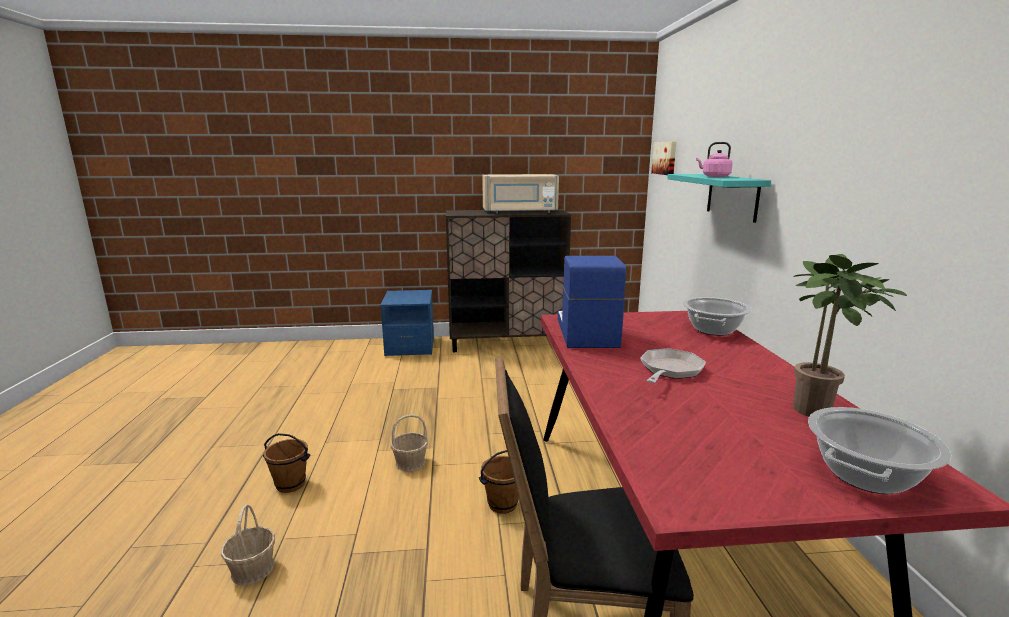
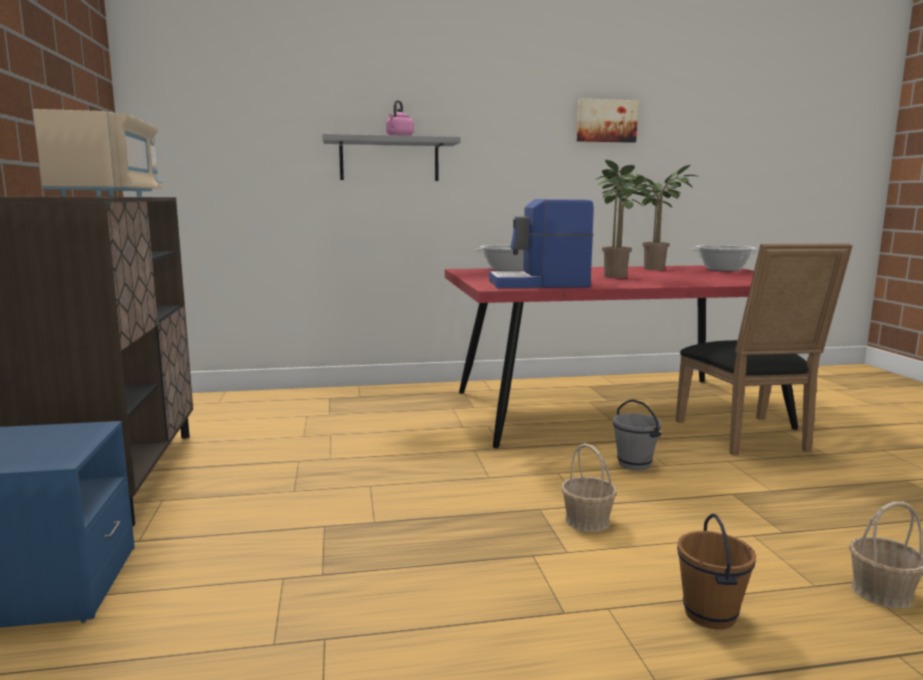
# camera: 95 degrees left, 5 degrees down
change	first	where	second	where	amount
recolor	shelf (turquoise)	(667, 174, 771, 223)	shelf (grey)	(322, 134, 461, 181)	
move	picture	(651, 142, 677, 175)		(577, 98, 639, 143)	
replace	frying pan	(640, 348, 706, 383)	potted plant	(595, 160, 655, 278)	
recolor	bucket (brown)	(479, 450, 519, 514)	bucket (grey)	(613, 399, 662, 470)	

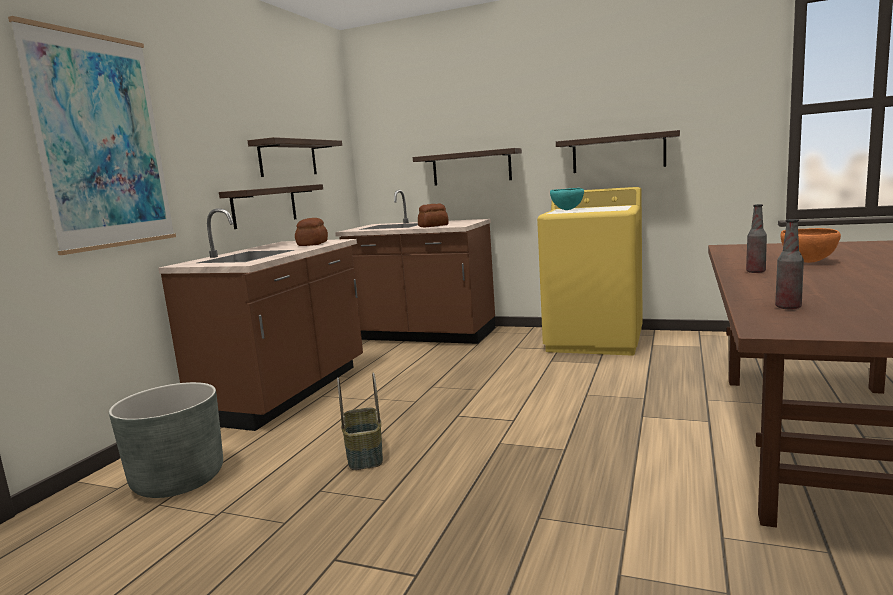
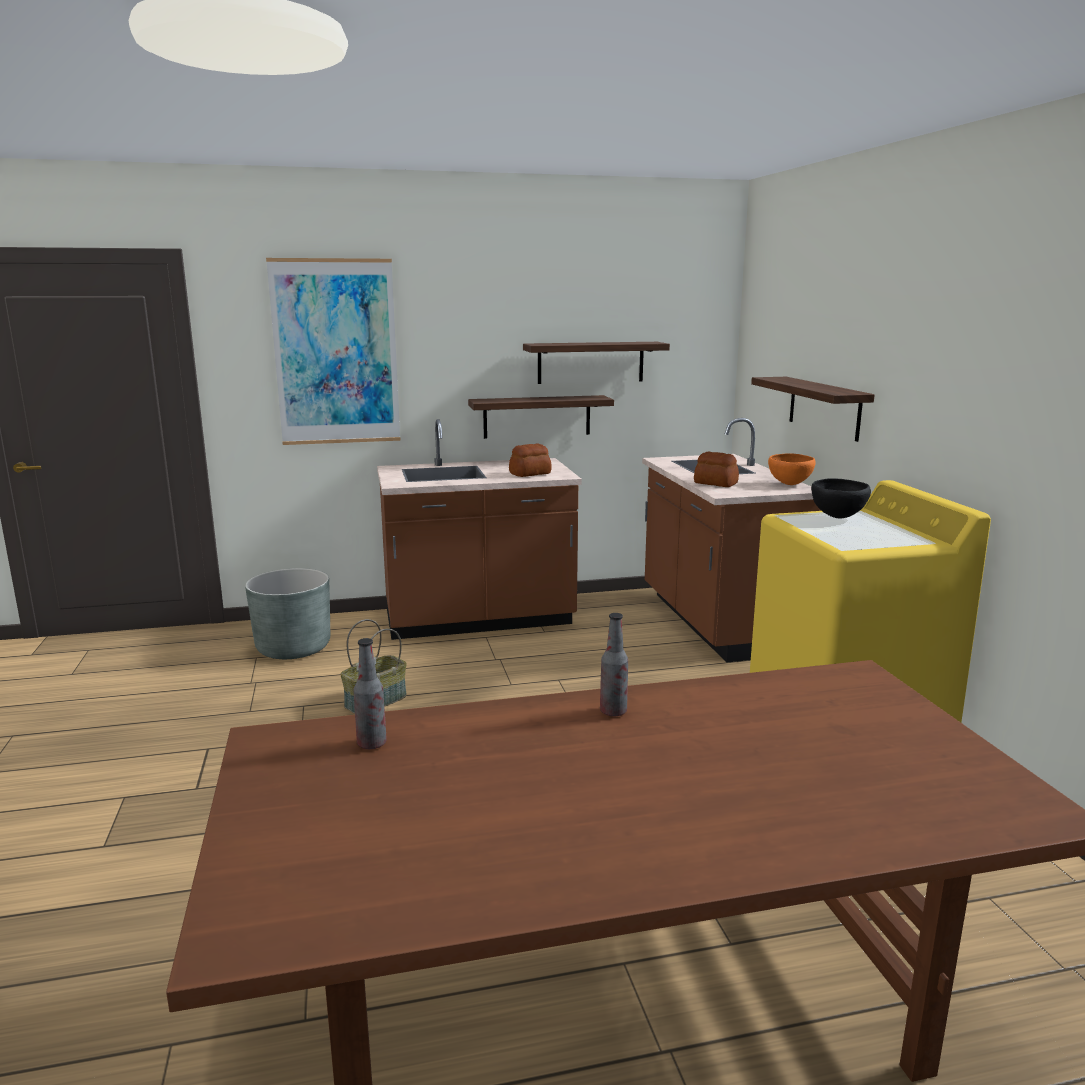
# camera: 55 degrees right, 5 degrees up
change	first	where	second	where	amount
move	bowl (orange)	(780, 228, 841, 263)		(768, 453, 816, 485)	
recolor	bowl (turquoise)	(550, 188, 584, 210)	bowl (black)	(811, 478, 871, 519)	
delete	shelf	(556, 130, 680, 173)			

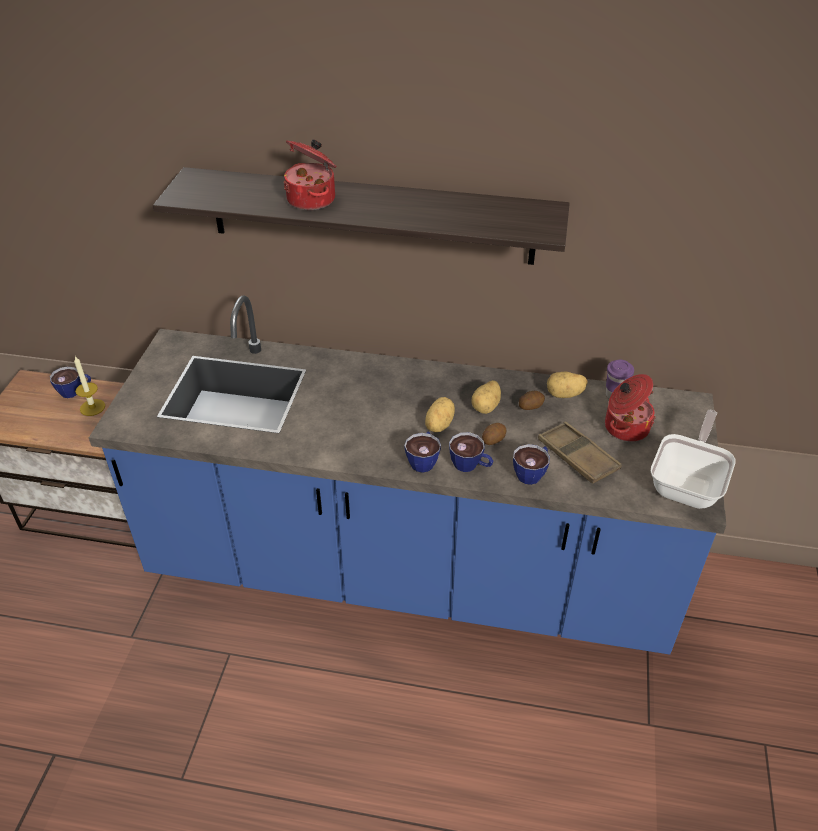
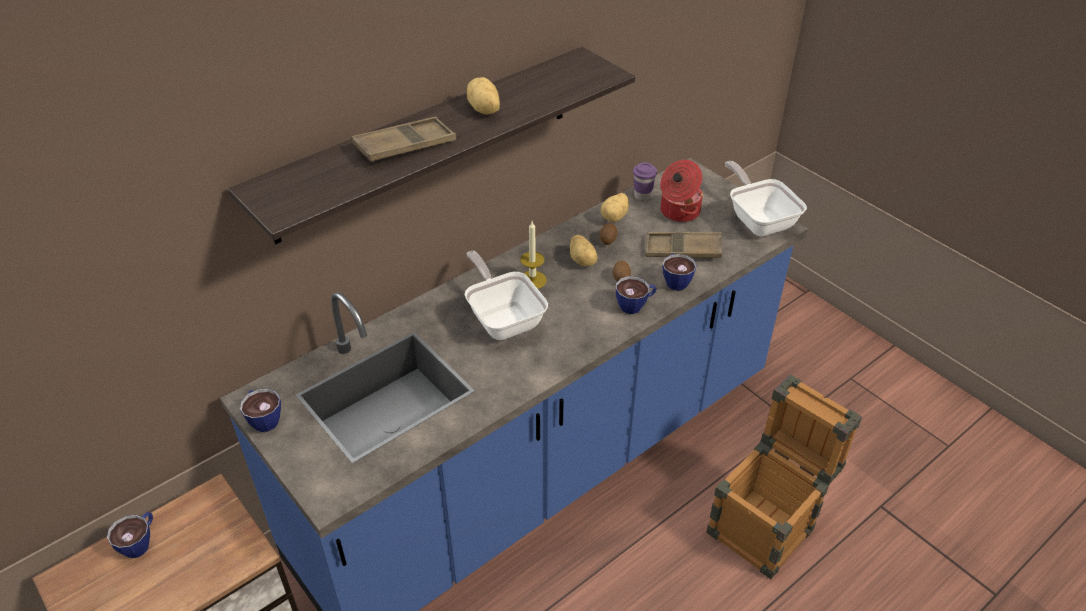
# camera: 50 degrees left, 0 degrees up
change	first	where	second	where	amount
move	cup	(404, 431, 441, 473)		(240, 389, 281, 432)	
replace	cooking pot	(284, 139, 337, 210)	tray (brown)	(351, 117, 456, 162)	
insert			frying pan	(465, 251, 548, 340)	
move	potato	(425, 397, 455, 432)		(467, 77, 500, 115)	
move	candle	(74, 356, 105, 416)		(520, 221, 547, 289)	
insert			crate	(706, 374, 862, 579)	

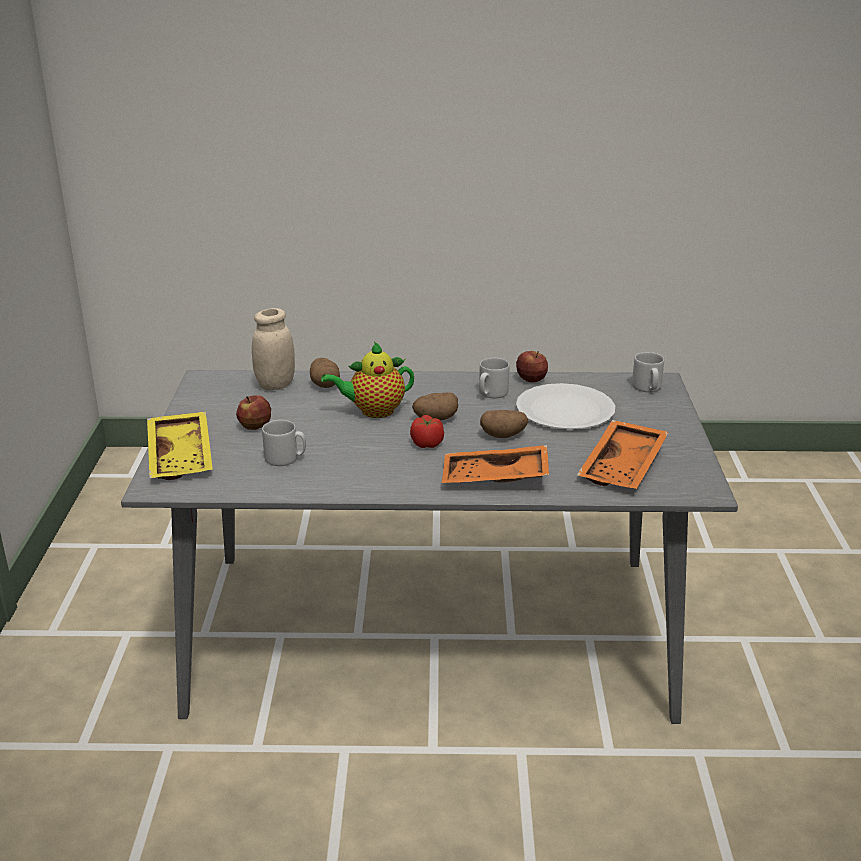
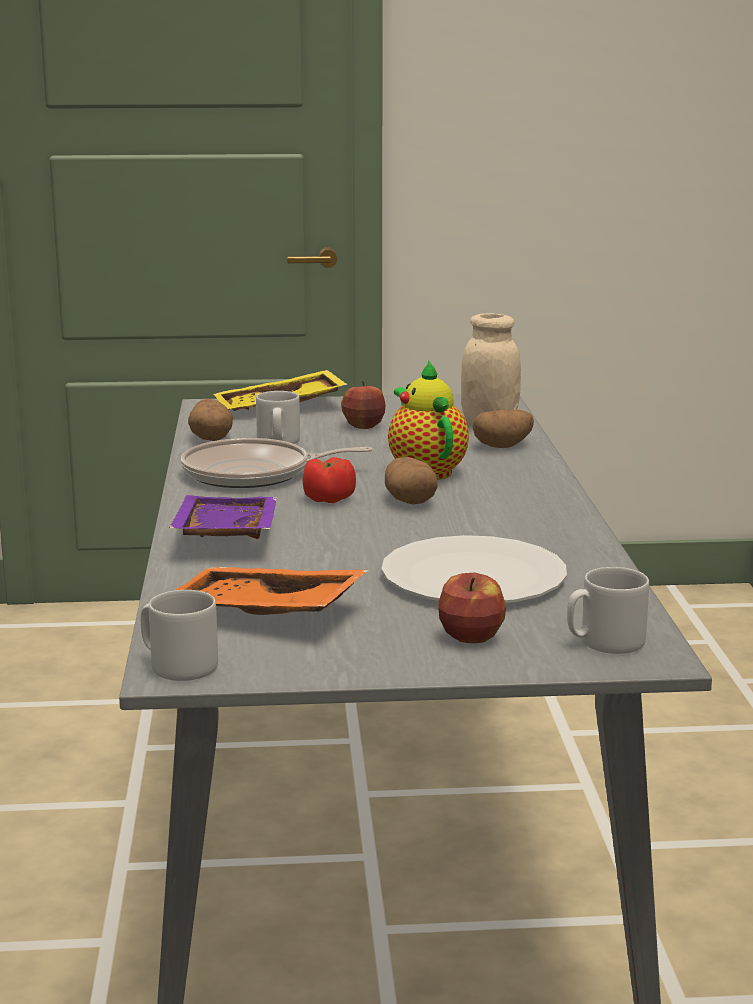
# camera: 85 degrees right, 10 degrees down
change	first	where	second	where	amount
move	mug (grey)	(479, 358, 510, 398)		(141, 590, 218, 681)	
recolor	tray (orange)	(442, 445, 549, 483)	tray (purple)	(169, 495, 277, 539)	
insert			frying pan	(181, 438, 373, 488)	
move	potato	(480, 410, 528, 438)		(188, 399, 233, 441)	
move	apple	(516, 351, 548, 383)		(438, 573, 506, 643)	

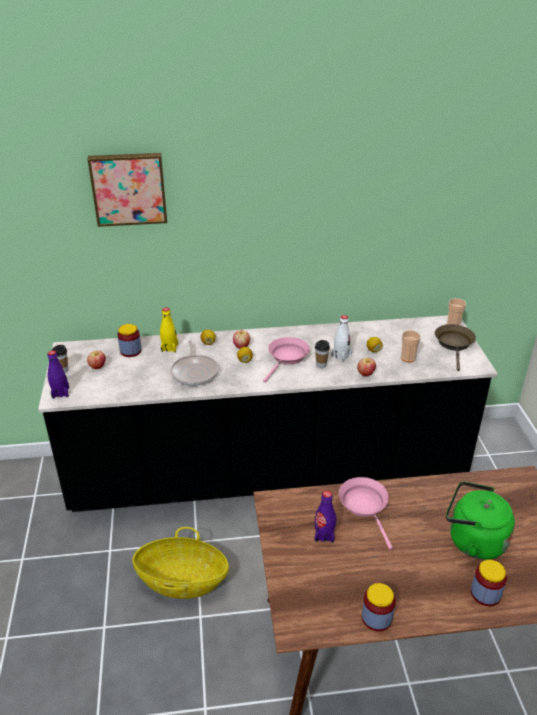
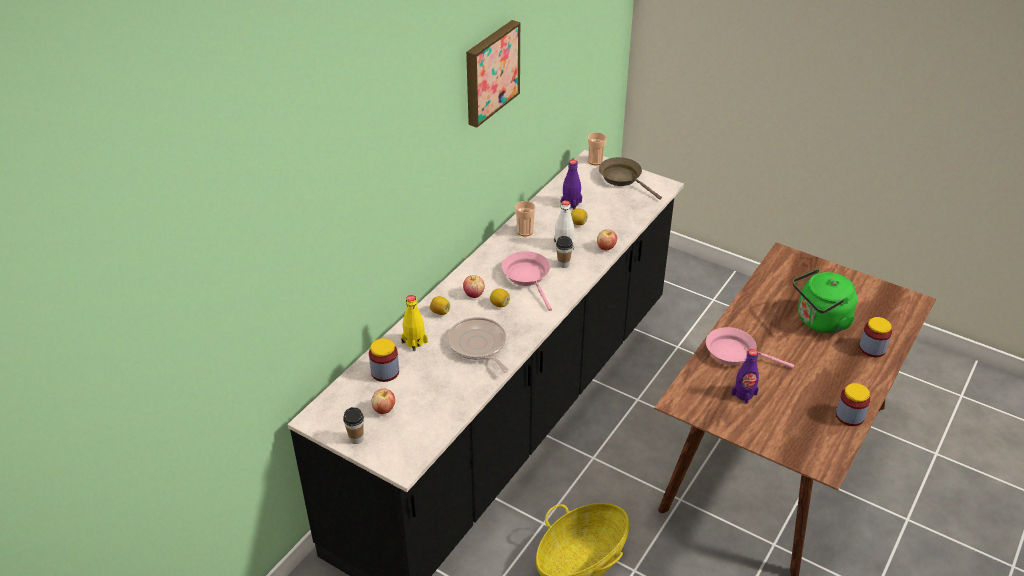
# camera: 50 degrees left, 5 degrees up
change	first	where	second	where	amount
rotate	frying pan	(170, 340, 219, 386)		(448, 317, 508, 372)	150 degrees counterclockwise
move	picture	(88, 153, 167, 227)		(466, 20, 520, 128)	
move	cup	(401, 330, 421, 362)		(515, 201, 536, 237)	
move	bottle (purple)	(47, 350, 69, 399)		(561, 160, 582, 210)	

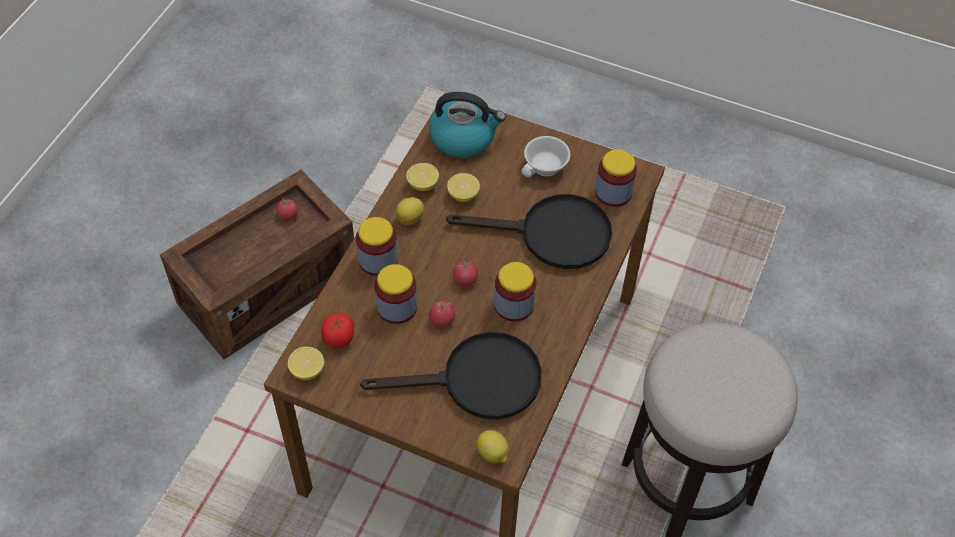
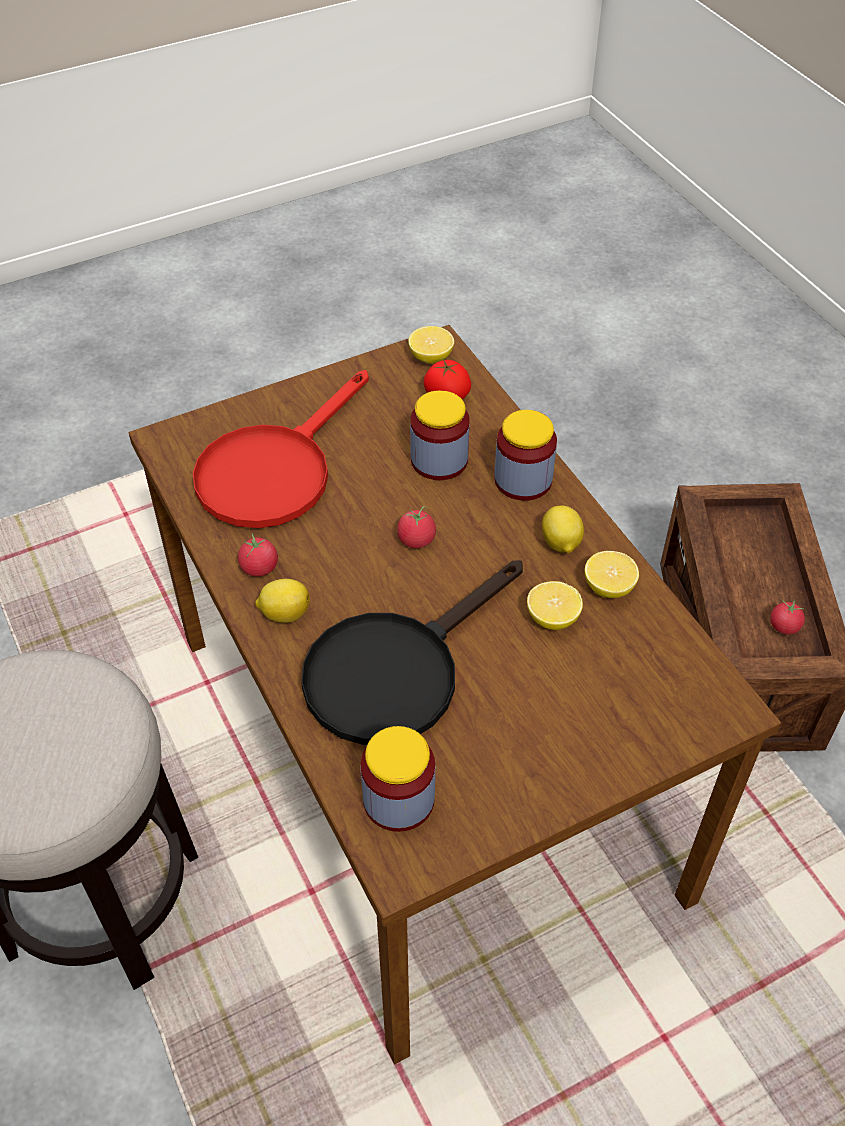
# camera: 130 degrees right, 5 degrees down
change	first	where	second	where	amount
recolor	frying pan (black)	(360, 332, 542, 420)	frying pan (red)	(193, 370, 369, 528)	
move	tomato	(429, 301, 456, 327)		(238, 533, 278, 576)	
move	lemon	(476, 430, 509, 464)		(255, 579, 310, 623)	
delete	kettle	(429, 92, 506, 158)			
delete	jar	(494, 262, 536, 321)			
delete	cup (white)	(522, 136, 570, 178)			

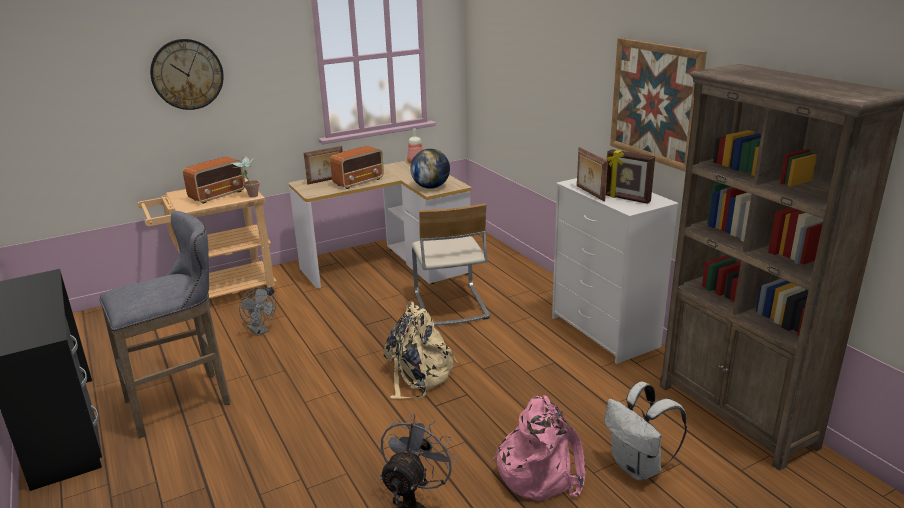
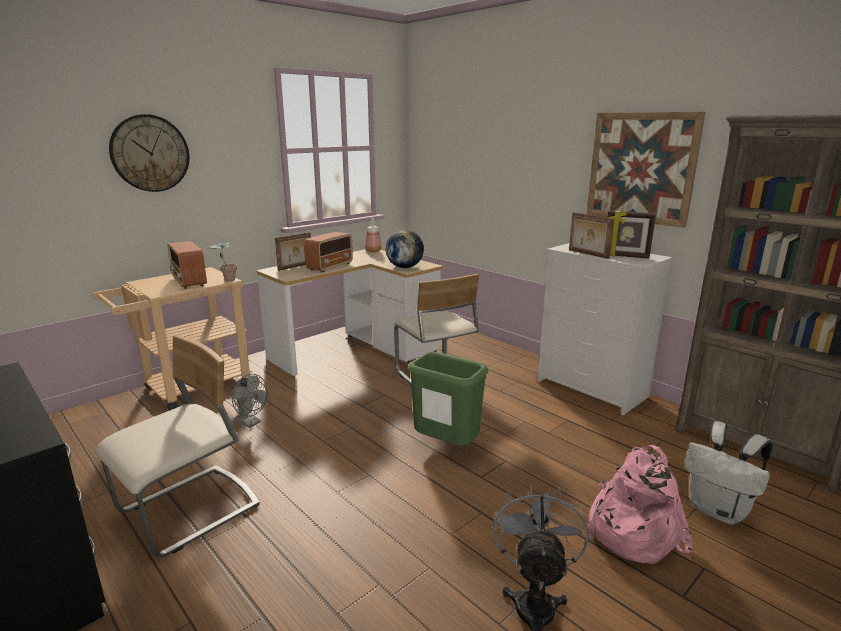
# camera: 15 degrees left, 5 degrees down
change	first	where	second	where	amount
replace	stool (grey)	(99, 211, 231, 438)	chair (beige)	(96, 335, 260, 557)	
rotate	radio	(183, 157, 245, 204)		(168, 241, 207, 289)	120 degrees clockwise
replace	backpack (beige)	(384, 301, 458, 399)	trash can (green)	(408, 351, 489, 446)	

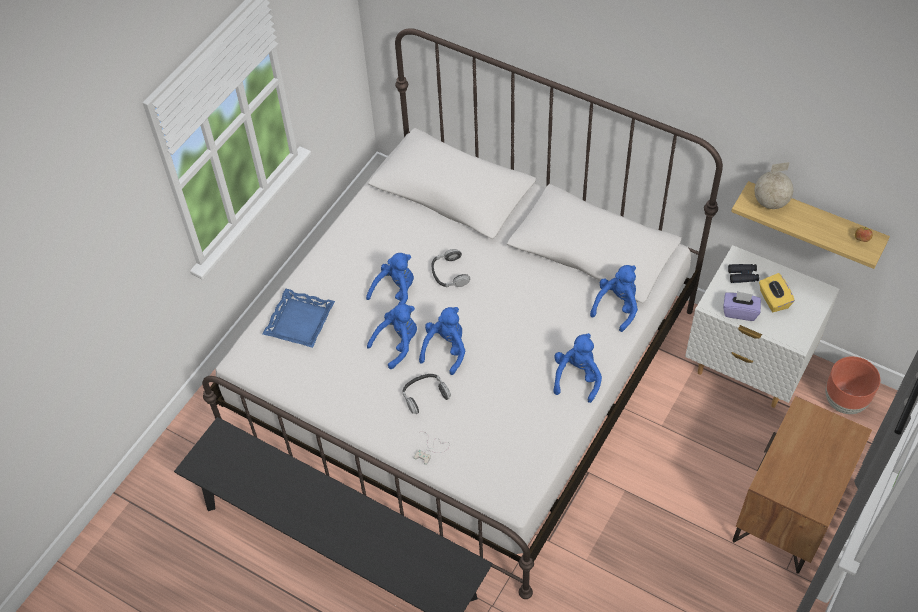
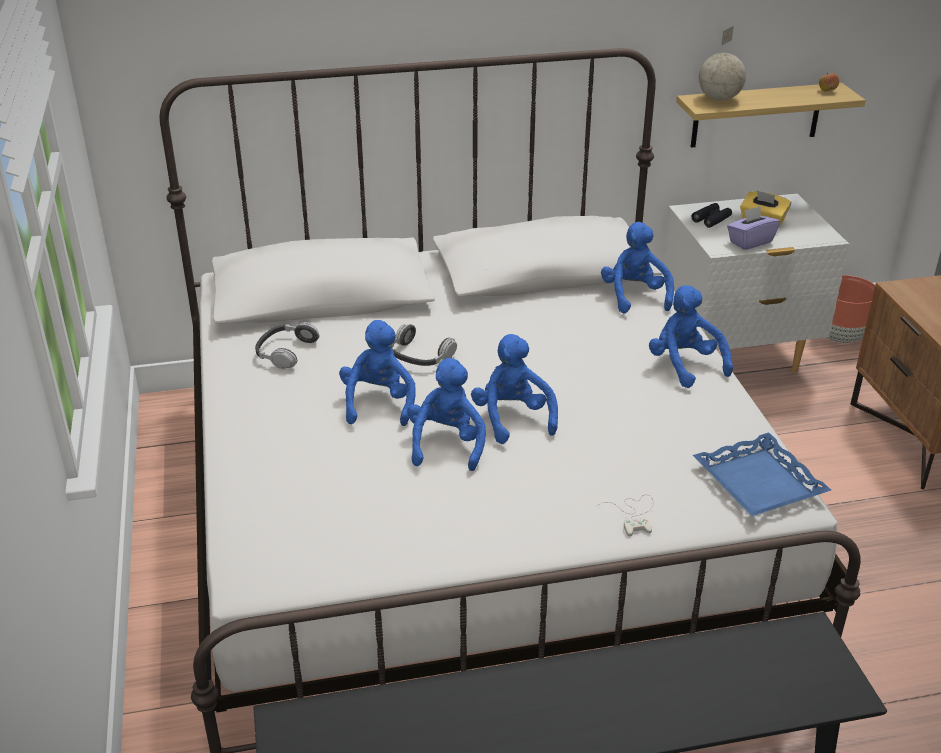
# camera: 45 degrees left, 20 degrees down
change	first	where	second	where	amount
move	headphones	(402, 374, 451, 414)		(255, 322, 319, 370)	
move	tray (blue)	(262, 288, 335, 348)		(693, 433, 831, 516)	

